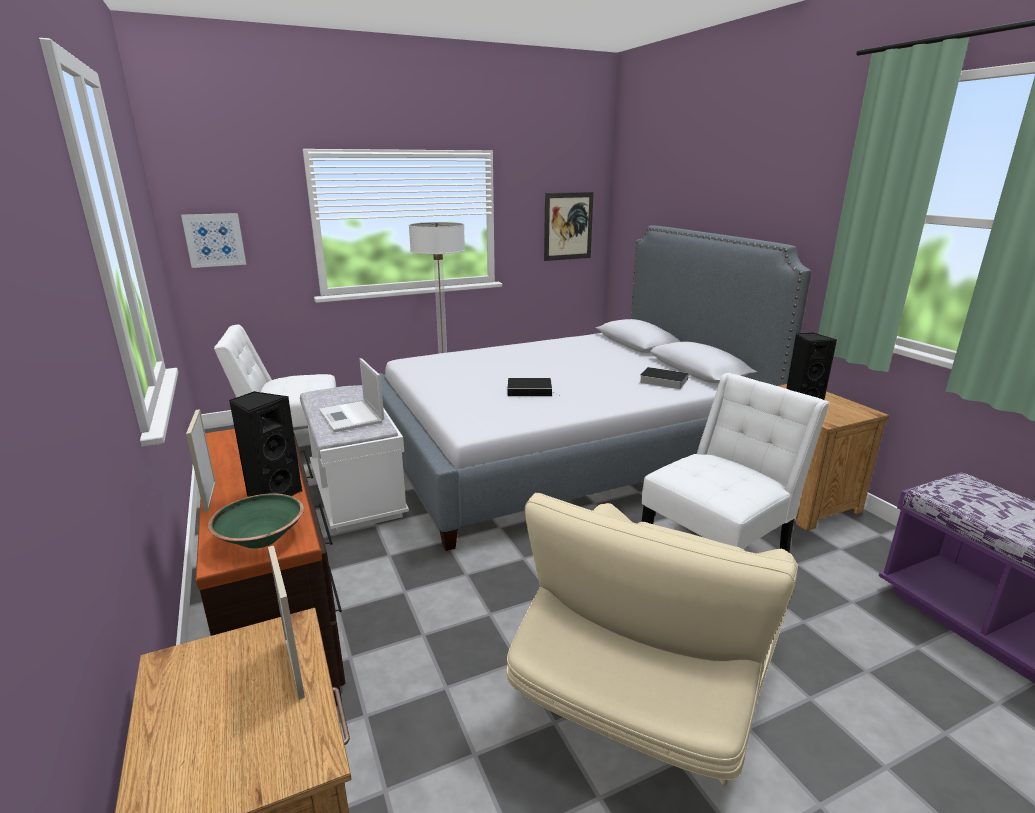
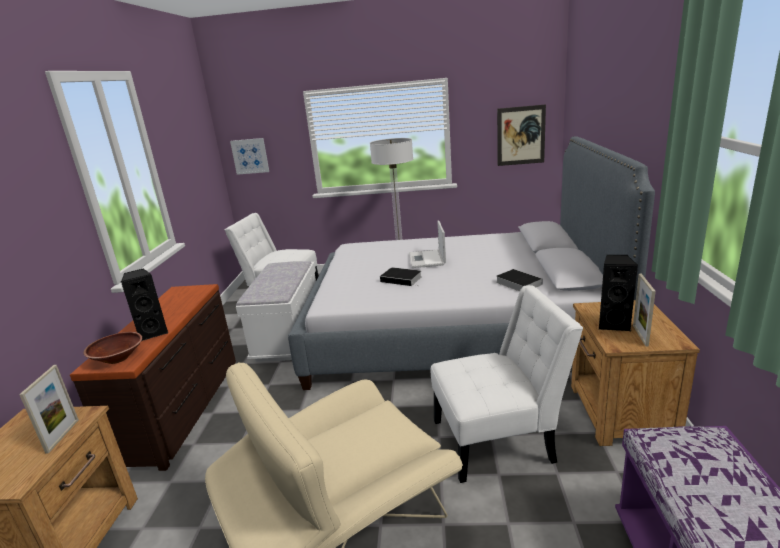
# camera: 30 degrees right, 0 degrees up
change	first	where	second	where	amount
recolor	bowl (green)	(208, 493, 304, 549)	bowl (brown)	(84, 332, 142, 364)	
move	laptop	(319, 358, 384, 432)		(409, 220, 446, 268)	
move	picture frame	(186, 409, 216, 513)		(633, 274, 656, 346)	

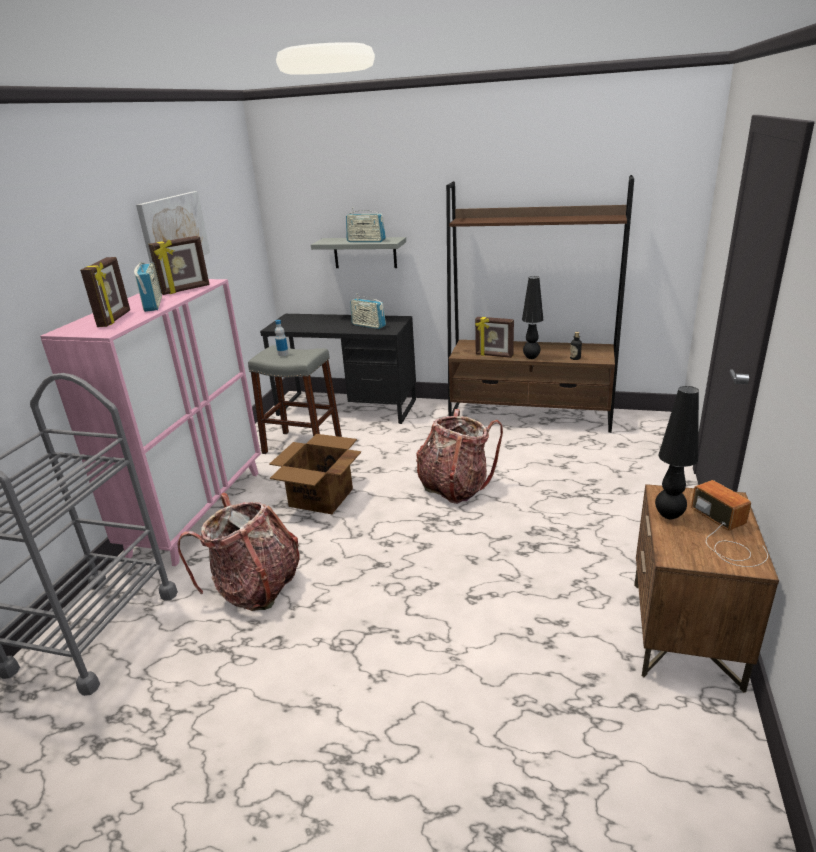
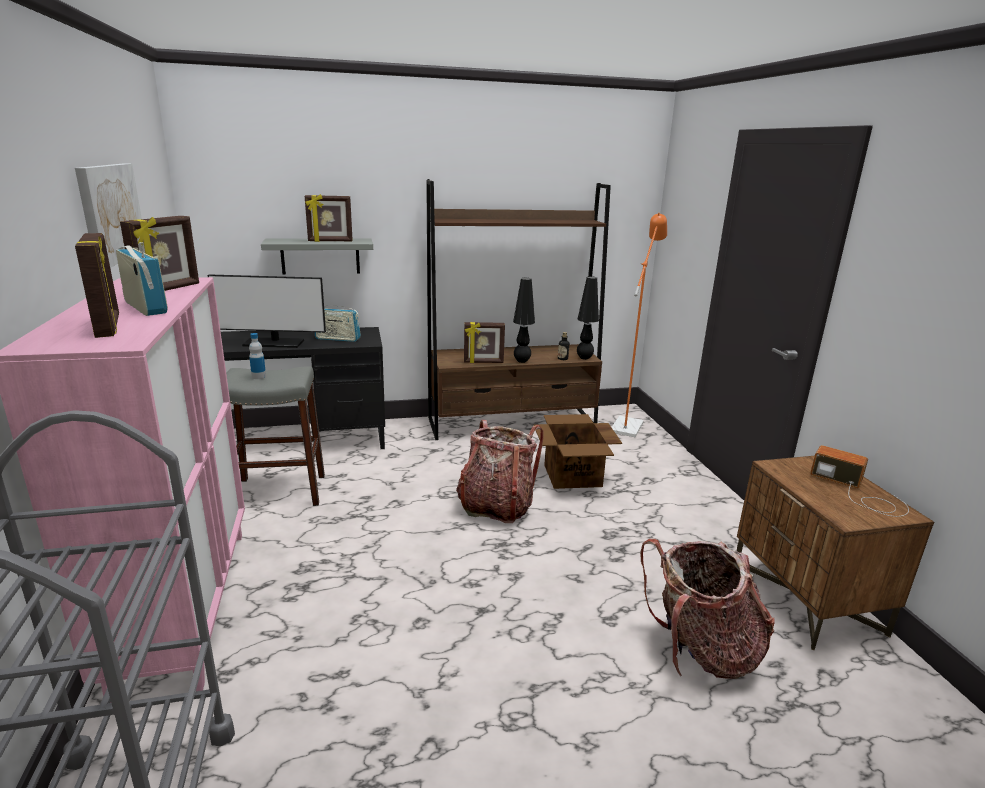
# camera: 30 degrees left, 5 degrees down
change	first	where	second	where	amount
insert			monitor	(207, 274, 326, 348)	
replace	radio	(346, 207, 386, 242)	picture frame	(305, 194, 353, 242)	
move	cardboard box	(269, 434, 361, 514)		(533, 414, 622, 489)	
move	table lamp (black)	(655, 386, 699, 519)		(577, 276, 599, 360)	
insert			floor lamp (orange)	(611, 212, 667, 437)	
move	backpack	(177, 493, 300, 611)		(640, 539, 775, 679)	

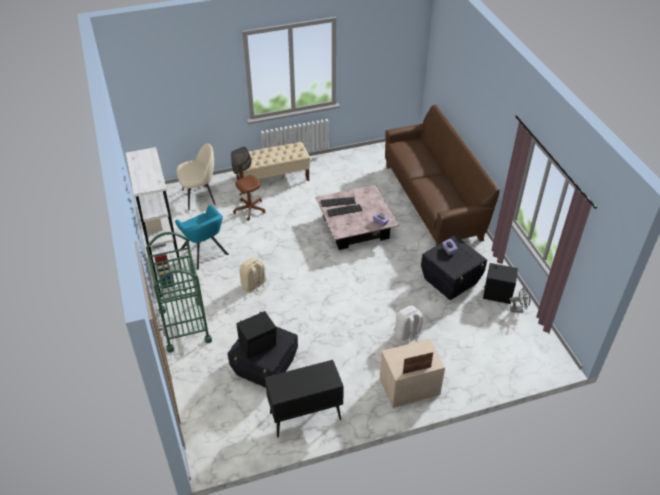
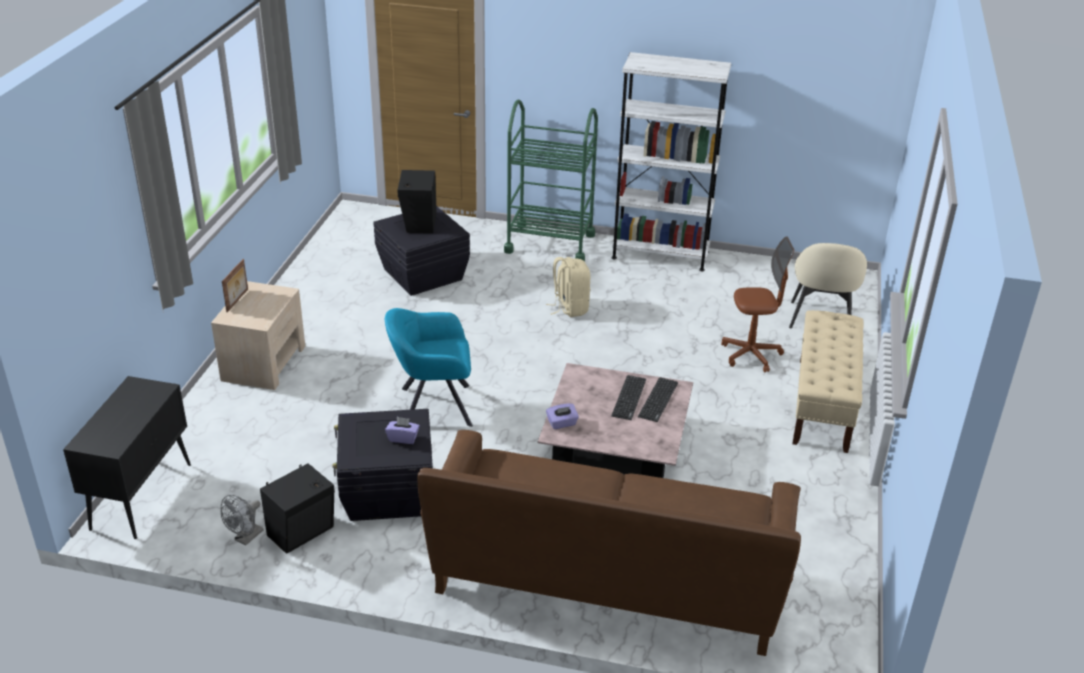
# camera: 120 degrees right, 10 degrees down
change	first	where	second	where	amount
move	cabinet (black)	(265, 360, 344, 437)		(63, 376, 191, 539)	
move	armchair (turquoise)	(175, 205, 229, 270)		(385, 308, 473, 427)	
delete	backpack (white)	(395, 306, 423, 343)			

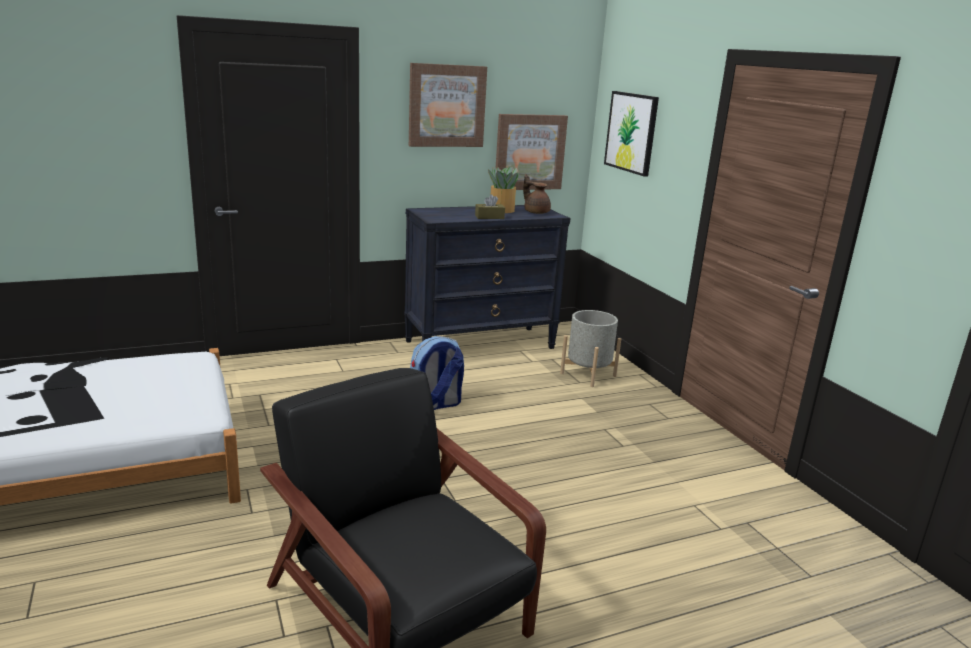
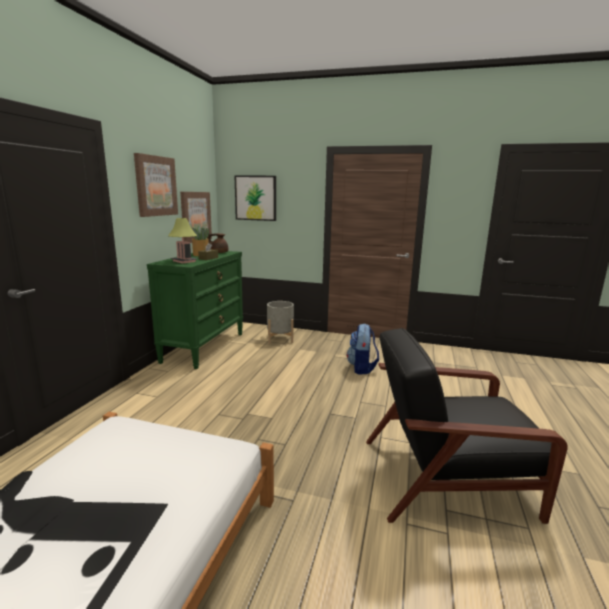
# camera: 50 degrees left, 5 degrees down
change	first	where	second	where	amount
recolor	dresser (black)	(404, 205, 571, 349)	dresser (green)	(147, 251, 243, 369)	
insert			table lamp	(168, 218, 197, 264)	
move	backpack	(410, 336, 464, 410)		(347, 324, 379, 374)	

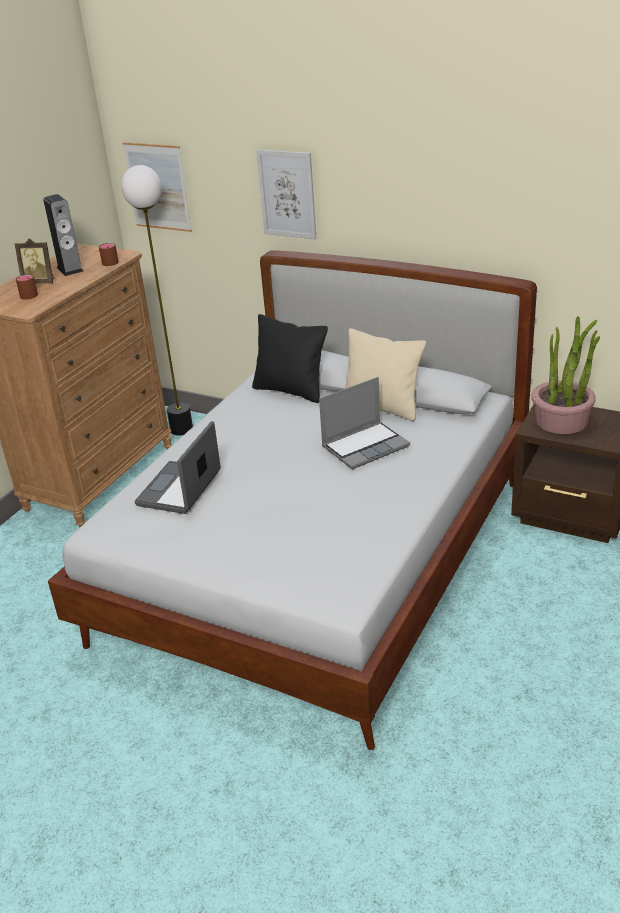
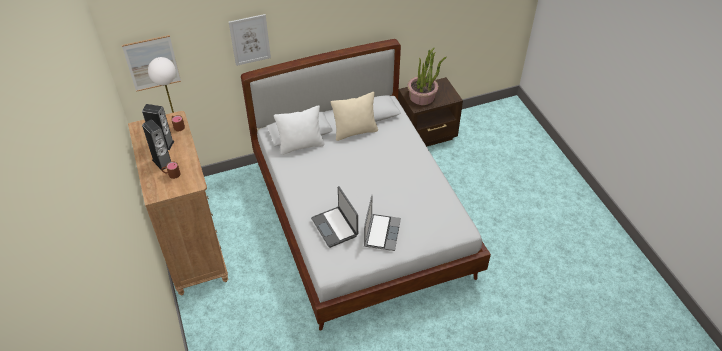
# camera: 50 degrees left, 15 degrees up
change	first	where	second	where	amount
replace	picture frame	(15, 238, 54, 284)	speaker	(142, 120, 171, 170)	
recolor	pillow (black)	(252, 314, 328, 403)	pillow (white)	(274, 105, 325, 155)	
move	laptop	(319, 377, 410, 469)		(364, 195, 401, 251)	

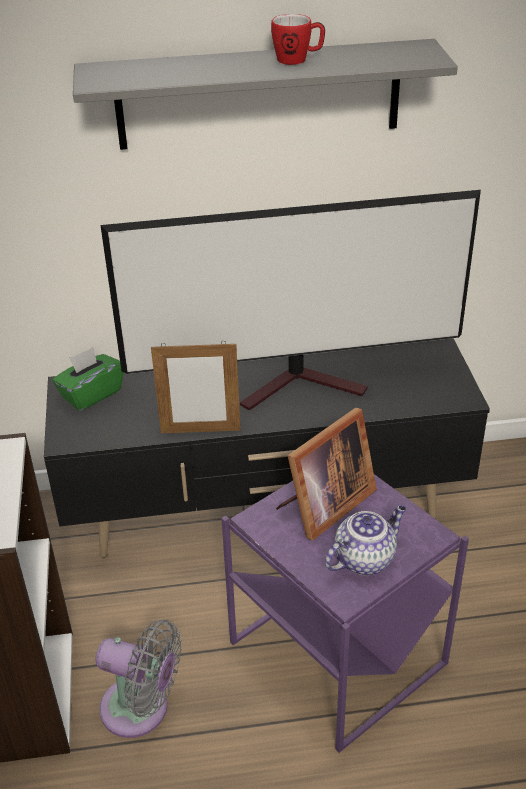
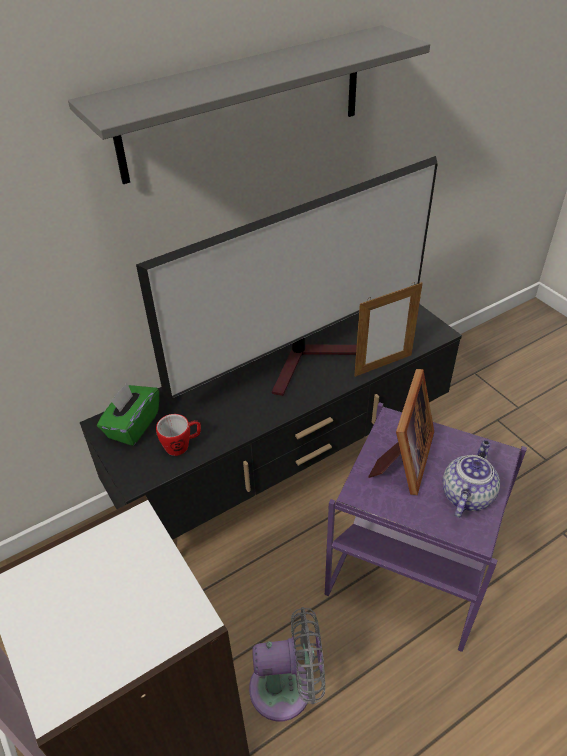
# camera: 25 degrees left, 5 degrees up
change	first	where	second	where	amount
move	mug	(271, 14, 325, 65)		(156, 414, 201, 456)	
move	picture frame	(151, 341, 241, 433)		(354, 282, 423, 377)	

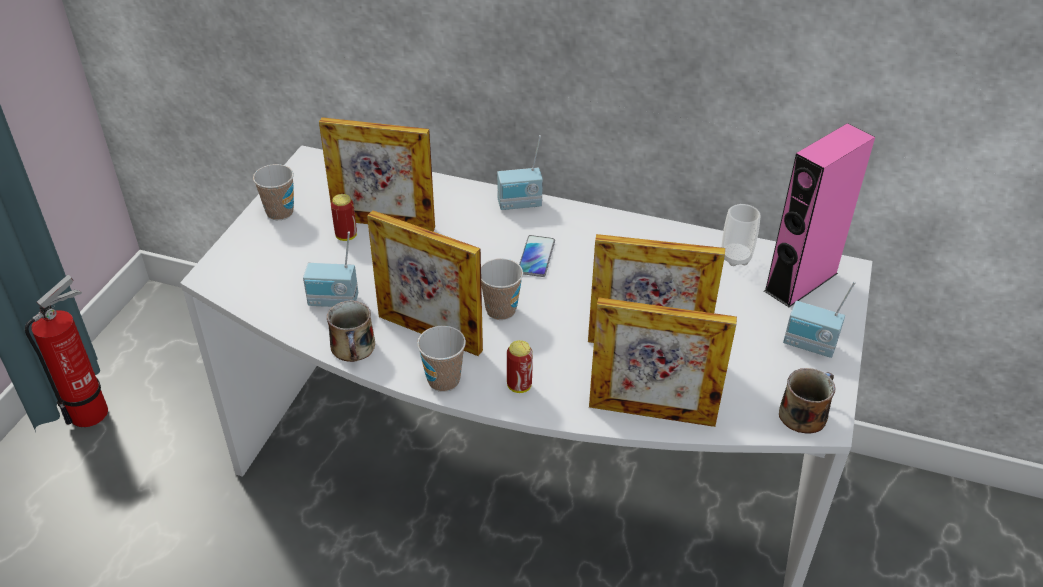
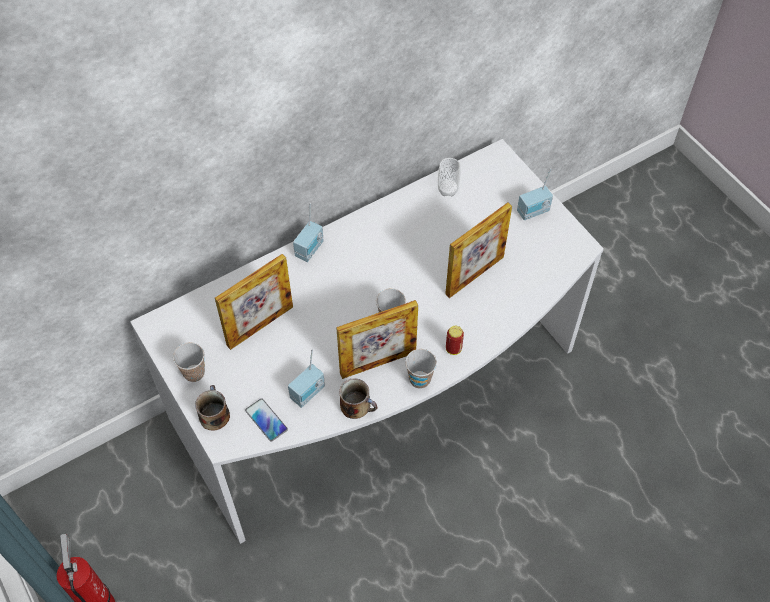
# camera: 50 degrees left, 15 degrees up
change	first	where	second	where	amount
move	mug	(779, 368, 835, 434)		(195, 385, 230, 431)	
move	phone	(519, 235, 555, 277)		(245, 398, 288, 442)	
delete	can	(331, 194, 357, 241)			
delete	picture frame	(589, 297, 737, 427)			
delete	speaker (pink)	(764, 123, 875, 307)			

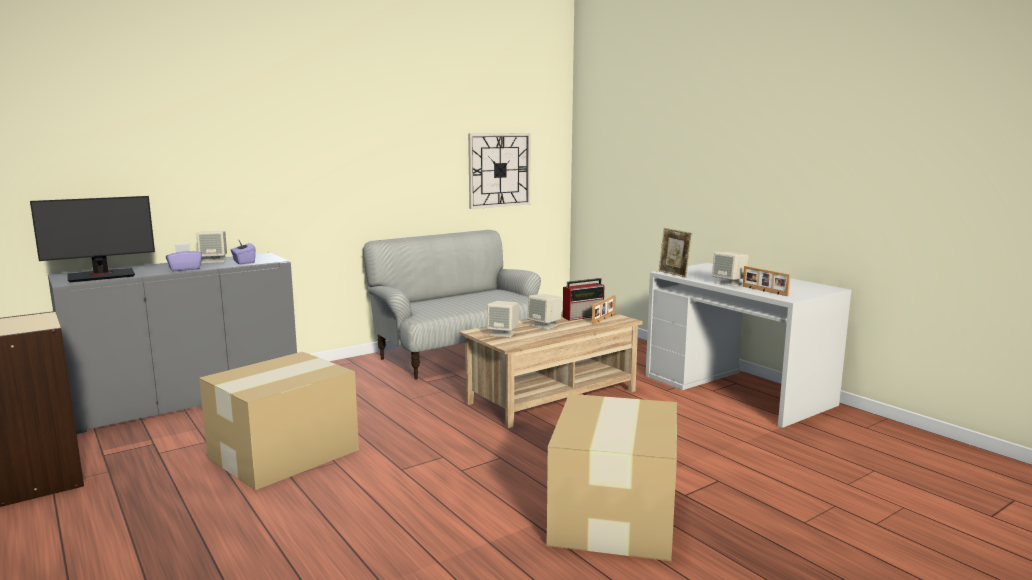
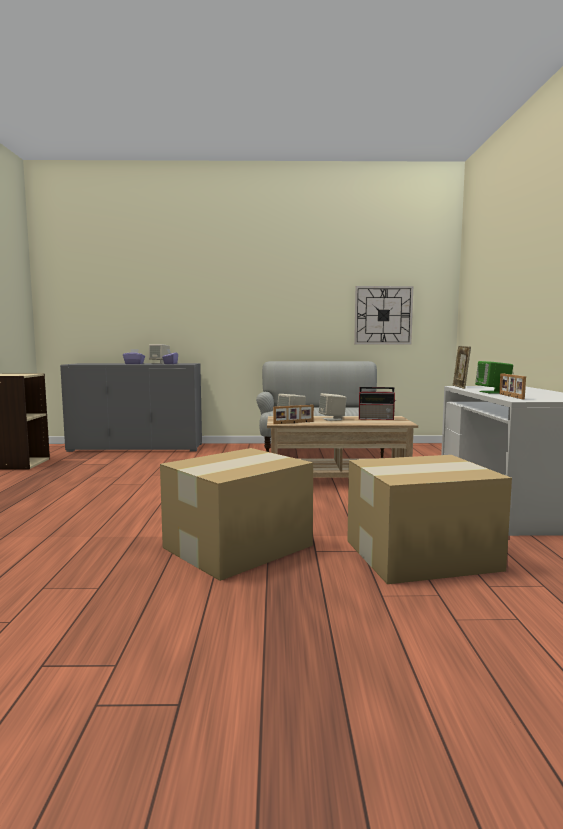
# camera: 35 degrees right, 5 degrees down
change	first	where	second	where	amount
move	picture frame	(592, 295, 616, 325)		(273, 405, 314, 424)	
move	cardboard box	(199, 352, 359, 490)		(347, 455, 512, 584)	
recolor	speaker (beige)	(712, 252, 749, 286)	speaker (green)	(475, 361, 513, 394)	
delete	monitor	(30, 196, 155, 282)			

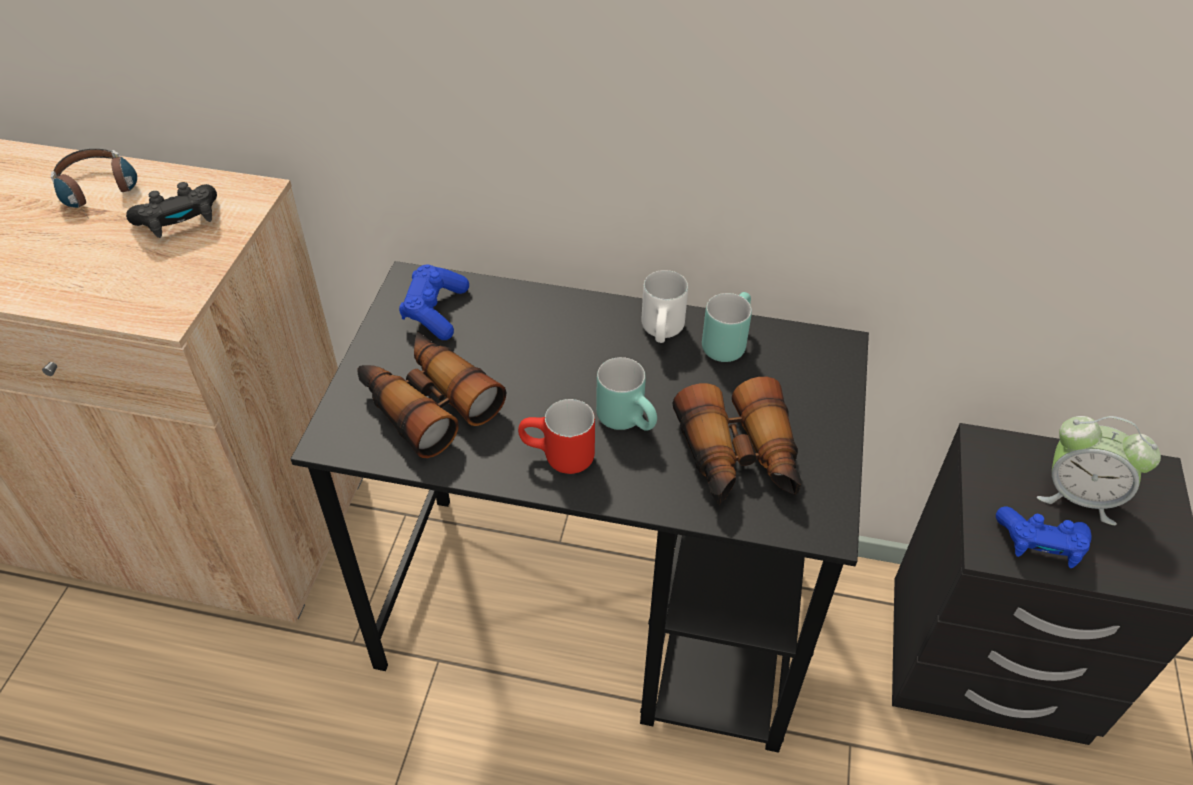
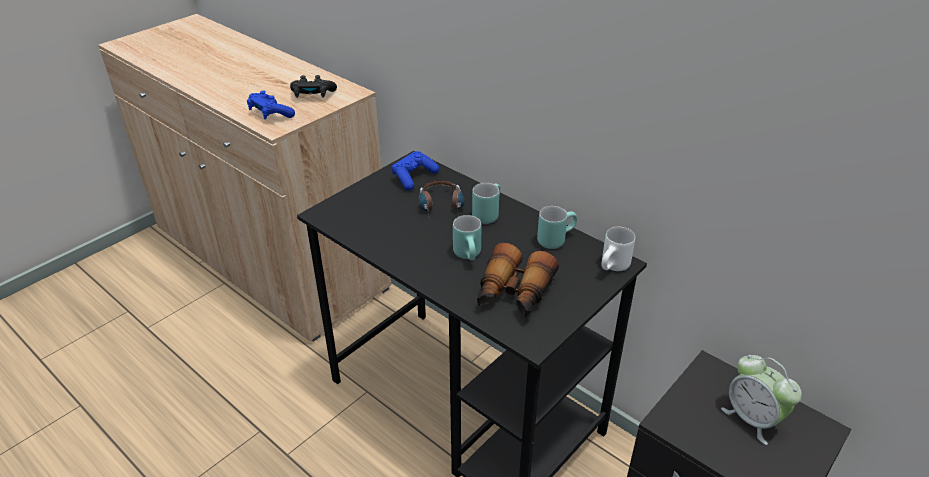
# camera: 30 degrees right, 10 degrees down
change	first	where	second	where	amount
move	game controller (blue)	(996, 506, 1092, 568)		(247, 91, 295, 119)	
move	headphones	(51, 149, 137, 216)		(419, 180, 465, 215)	
insert			mug (turquoise)	(472, 183, 500, 224)	
move	mug (white)	(641, 270, 688, 343)		(601, 227, 635, 271)	
delete	binoculars	(357, 332, 506, 458)			
delete	mug (red)	(518, 399, 595, 474)			

